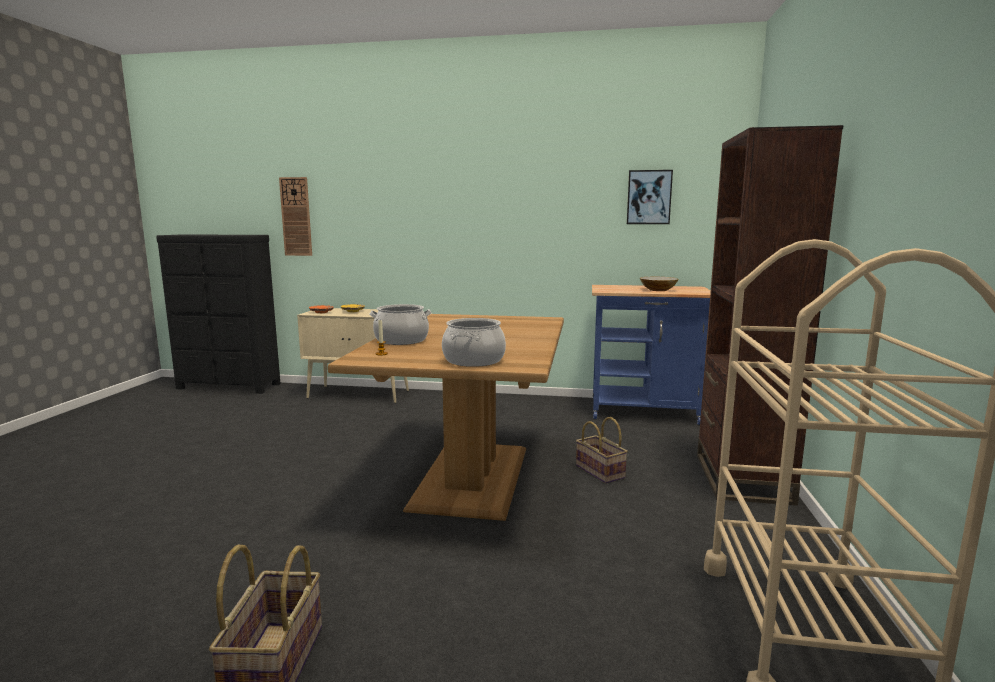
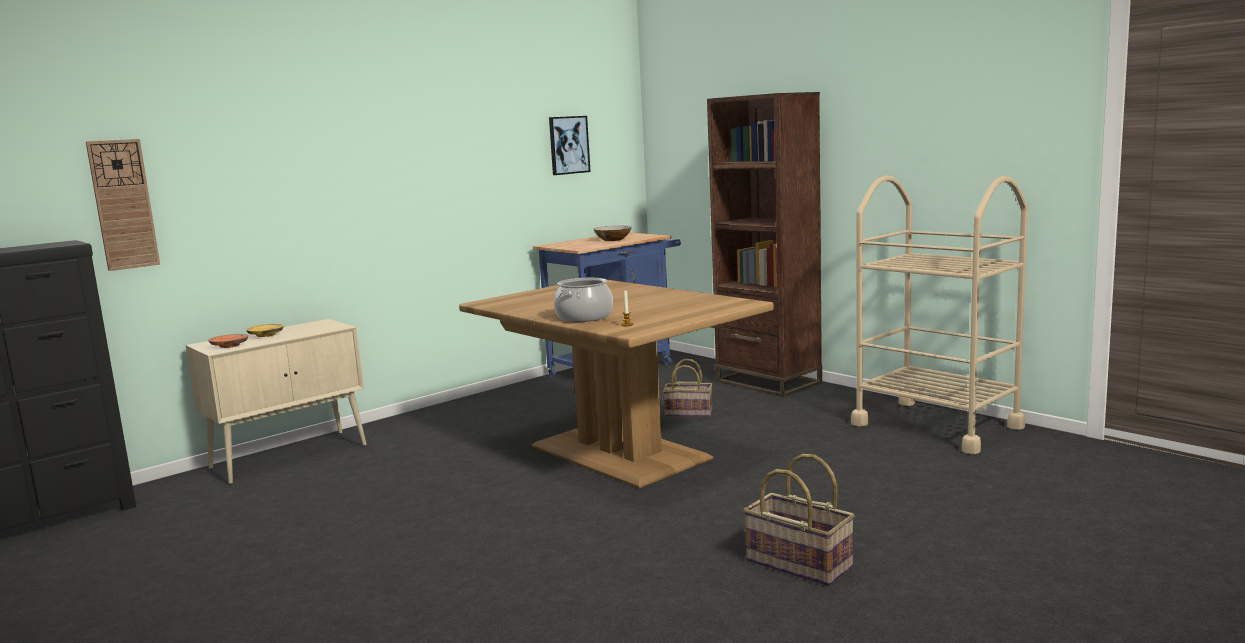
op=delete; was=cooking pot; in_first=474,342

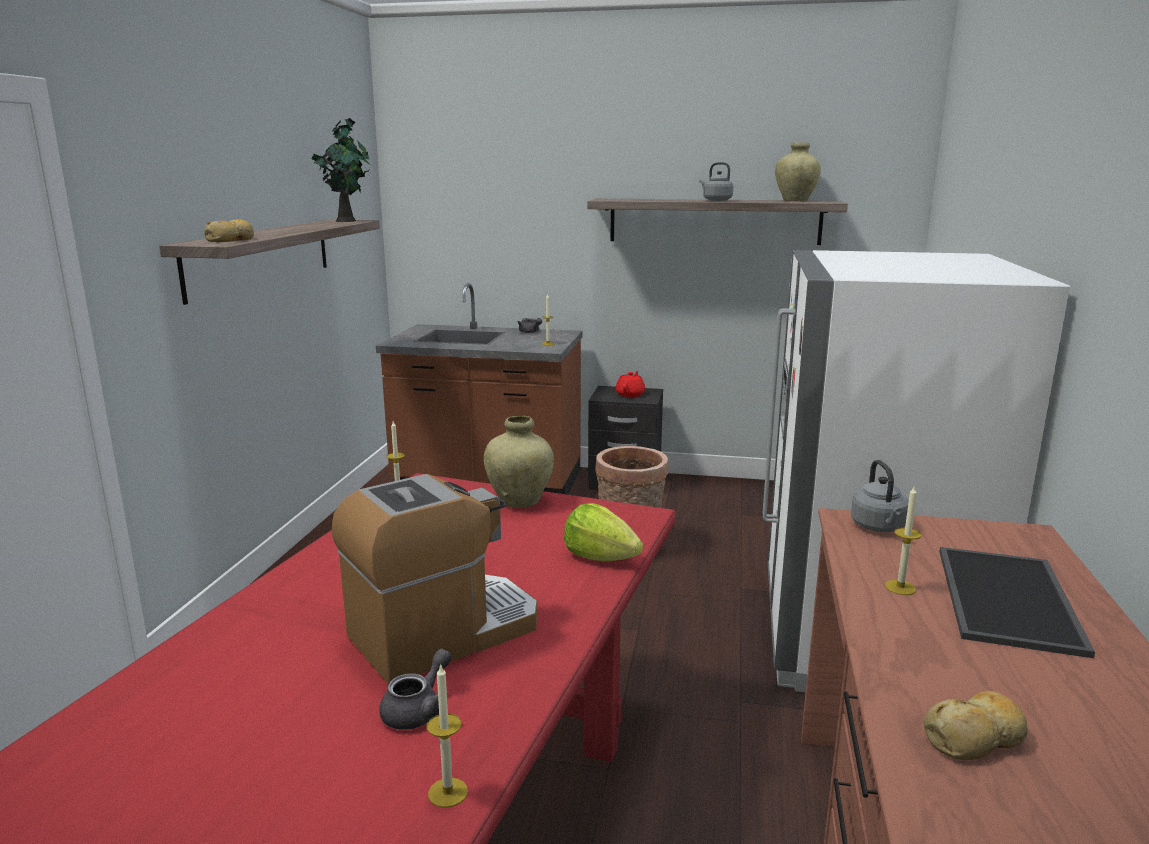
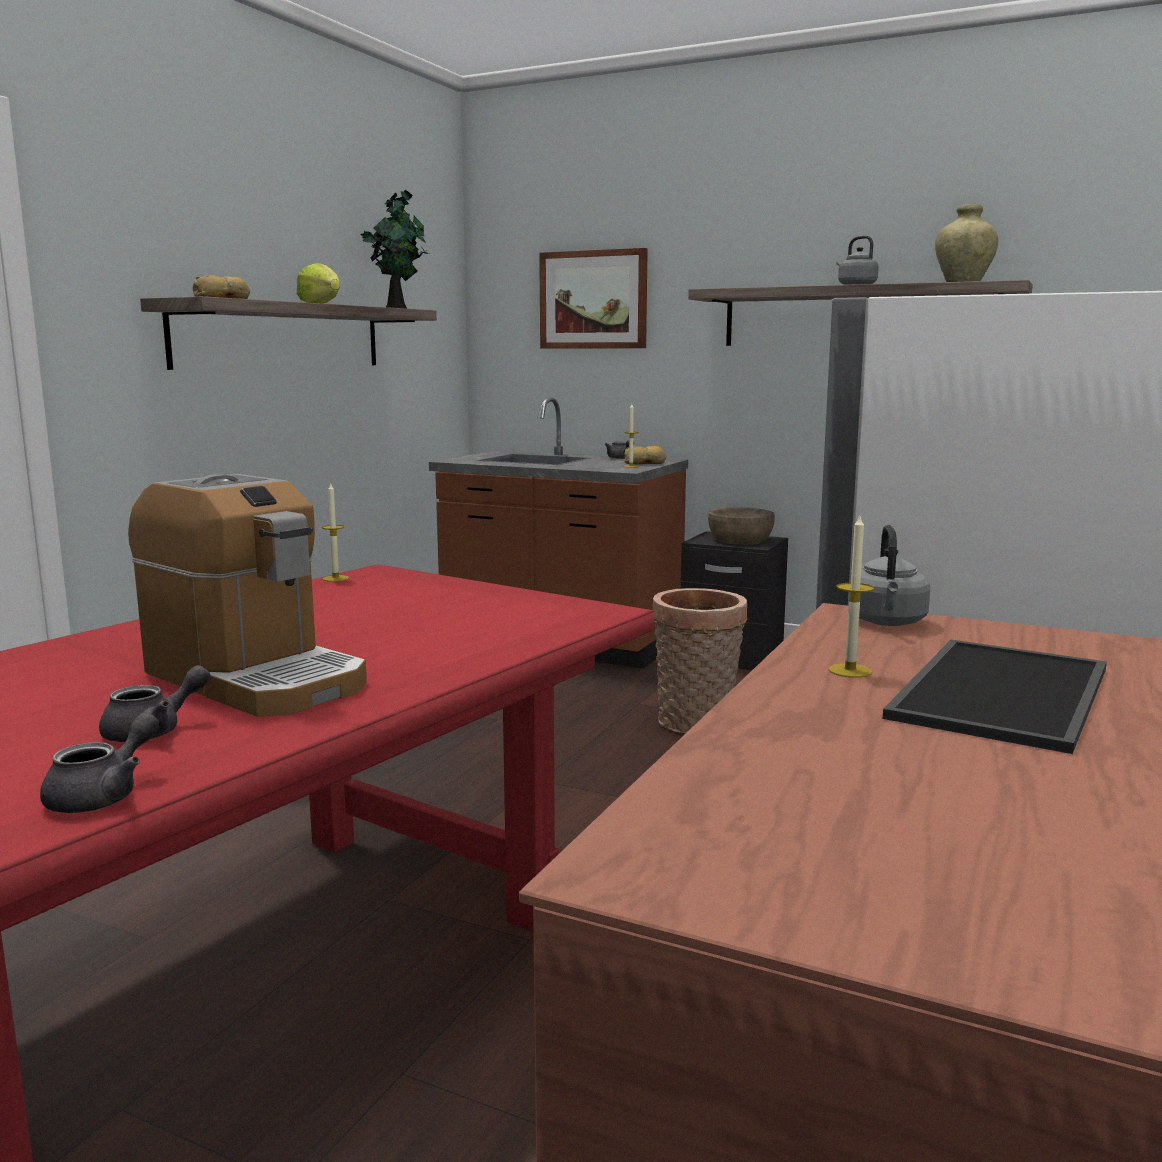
op=replace; was=candle; now=grey teapot; in_first=447,736; in_second=99,763
op=rotate; was=coffee machine; in_first=434,579; in_second=247,595; clockwise=60
op=move; was=lettuce; in_first=603,532; in_second=318,283
op=insert; now=picture; in_second=593,298
op=move; was=bread; in_first=975,725; in_second=645,455
op=replace; was=red teapot; now=brown bowl; in_first=630,384; in_second=741,526
op=delete; was=beige vase; in_first=519,462

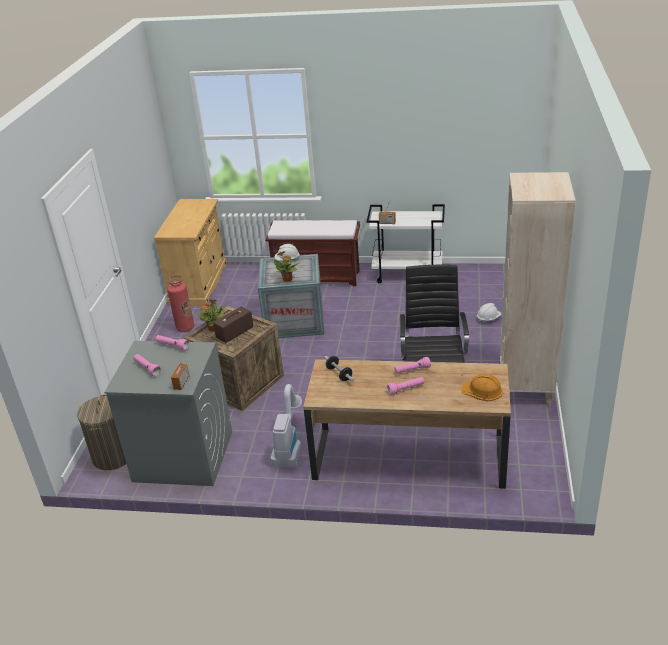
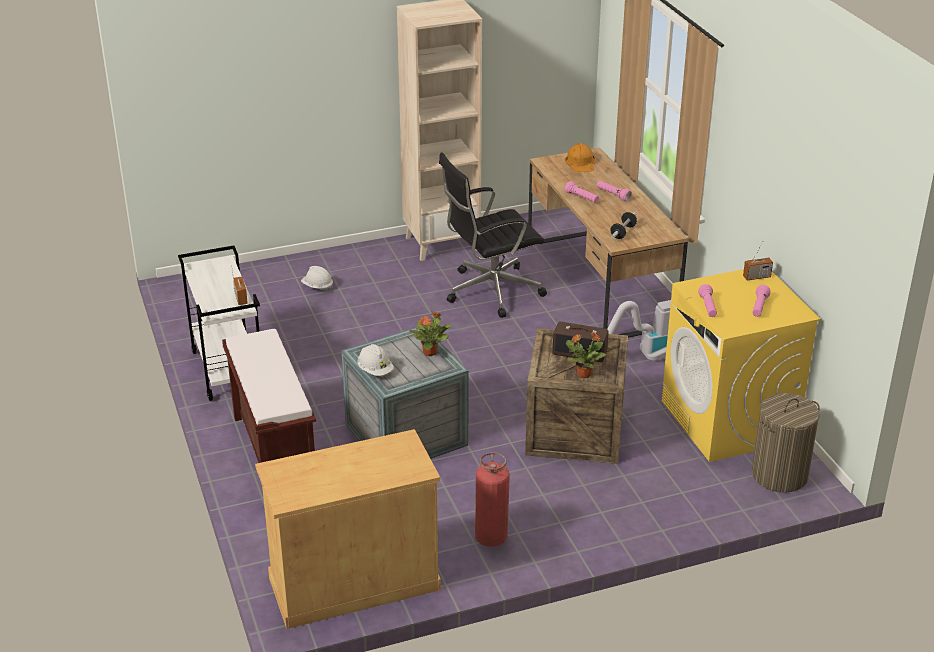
op=recolor; was=grey washing machine; now=yellow washing machine; in_first=168,413; in_second=741,365

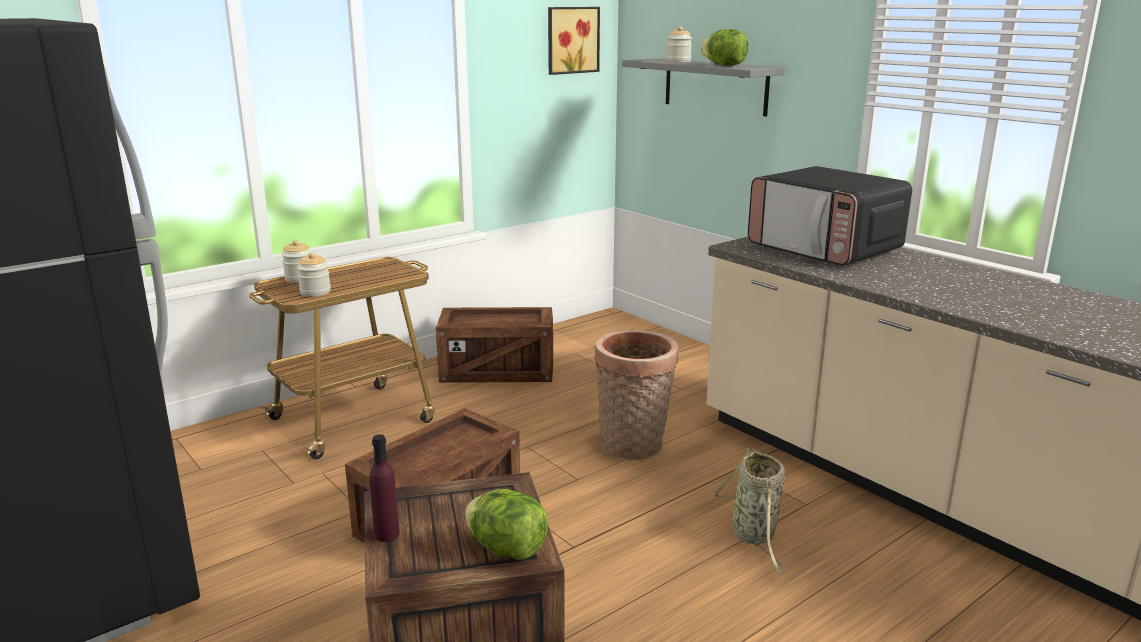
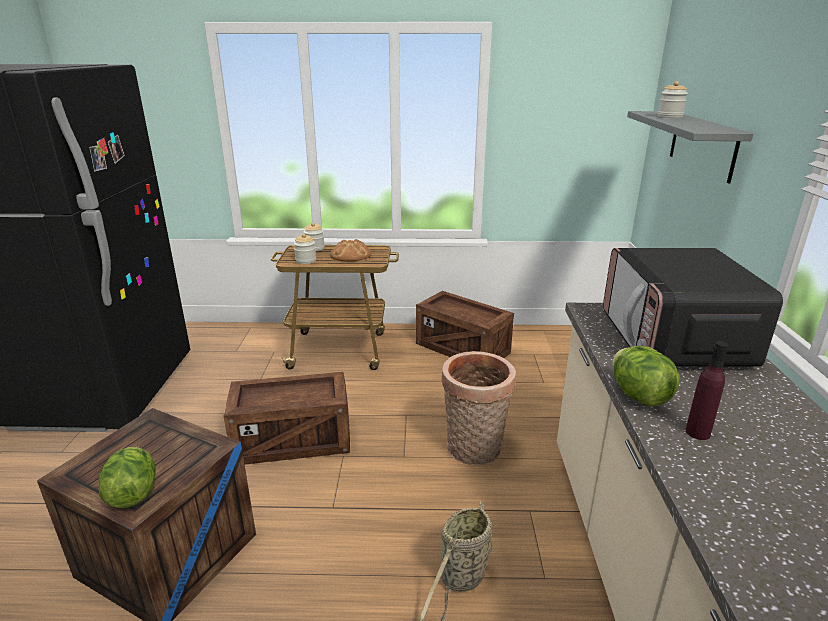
op=insert; now=bread; in_second=350,250
op=move; was=lettuce; in_first=724,47; in_second=646,376
op=move; was=purple bottle; in_first=385,488; in_second=707,390
op=delete; was=picture; in_first=574,41

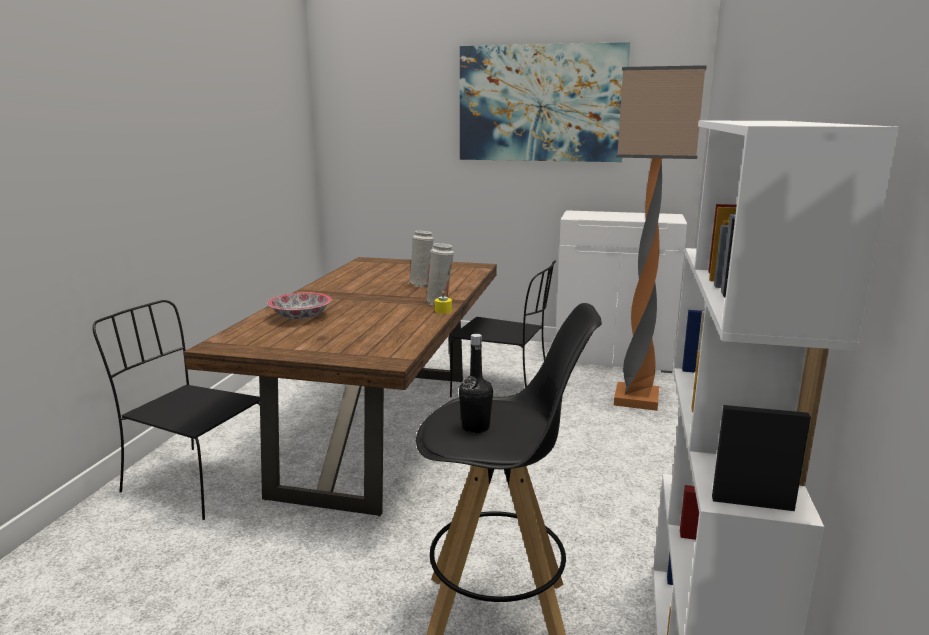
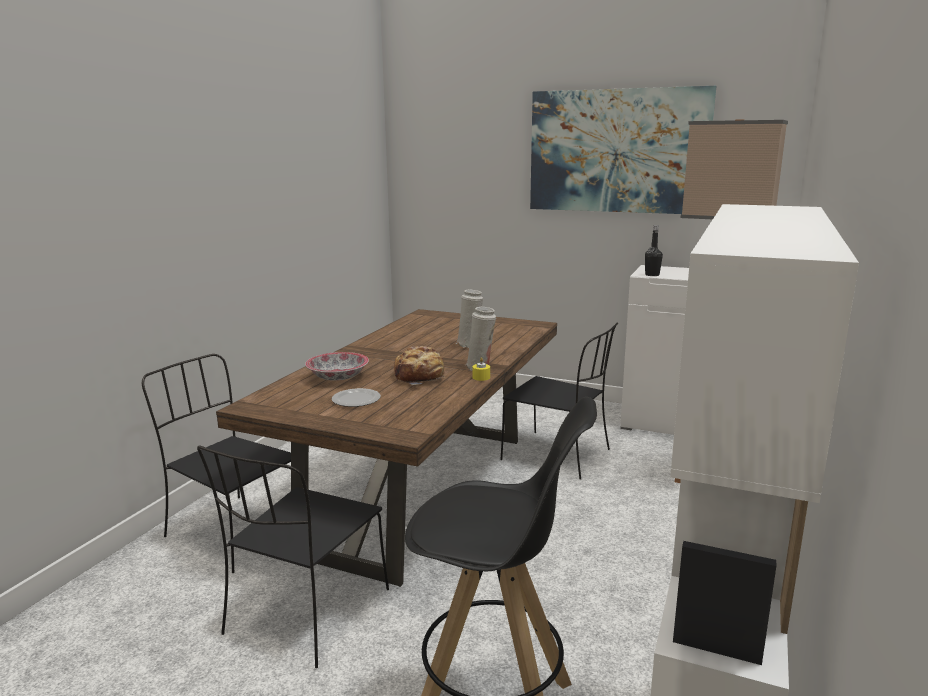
op=insert; now=black chair; in_second=293,557
op=insert; now=plate; in_second=356,397
op=insert; now=bread; in_second=420,365
op=move; was=black bottle; in_first=476,383; in_second=654,250

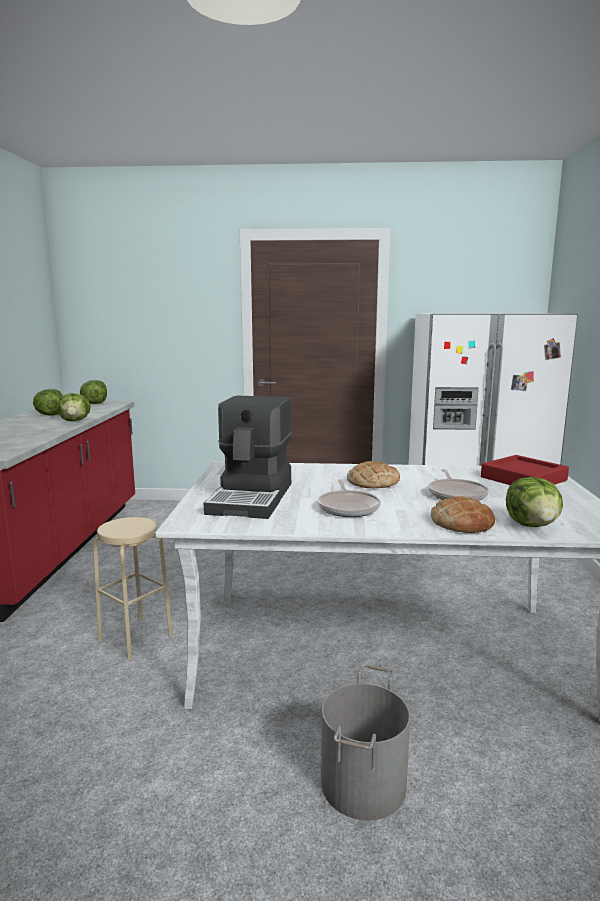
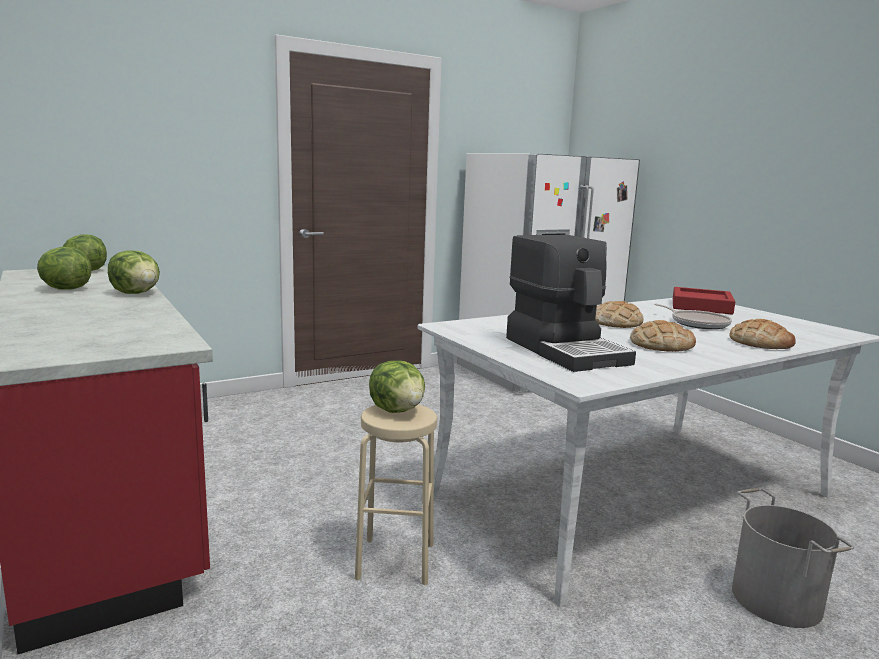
op=move; was=lettuce; in_first=534,502; in_second=397,387
op=replace; was=frying pan; now=bread; in_first=349,498; in_second=663,336

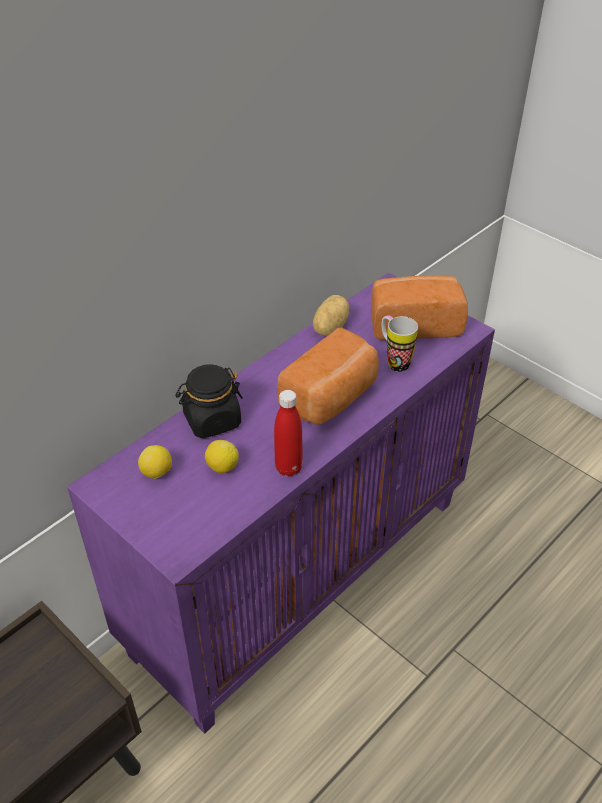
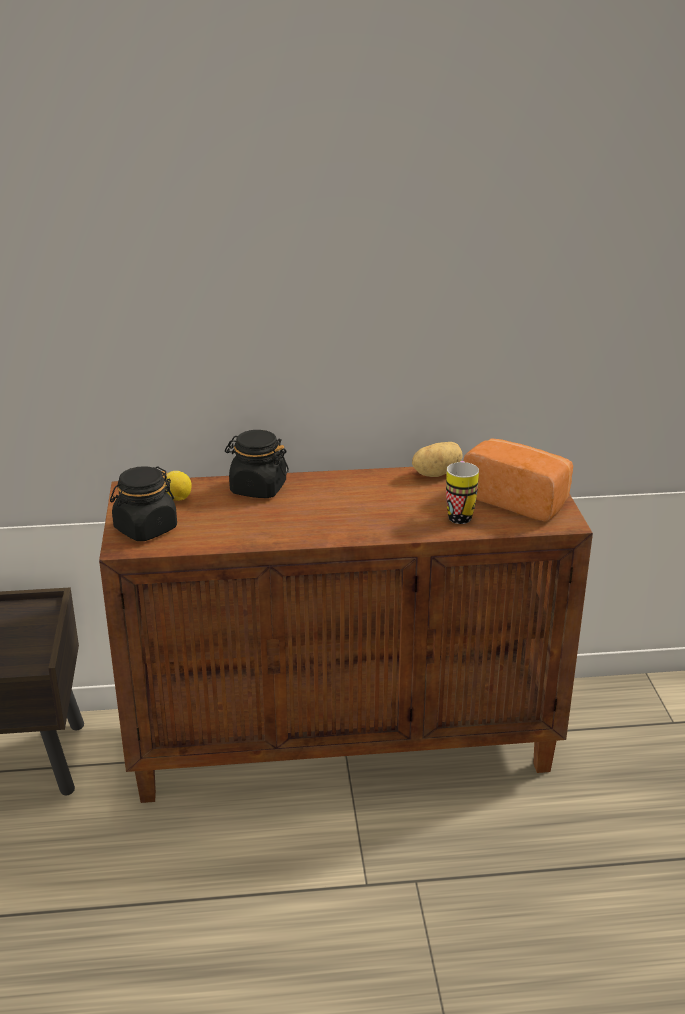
op=recolor; was=purple cabinet; now=brown cabinet; in_first=281,503; in_second=346,635
op=insert; now=black jar; in_second=143,503
op=delete; was=lemon; in_first=222,456
op=delete; was=red bottle; in_first=288,433
op=delete; was=bread; in_first=328,376

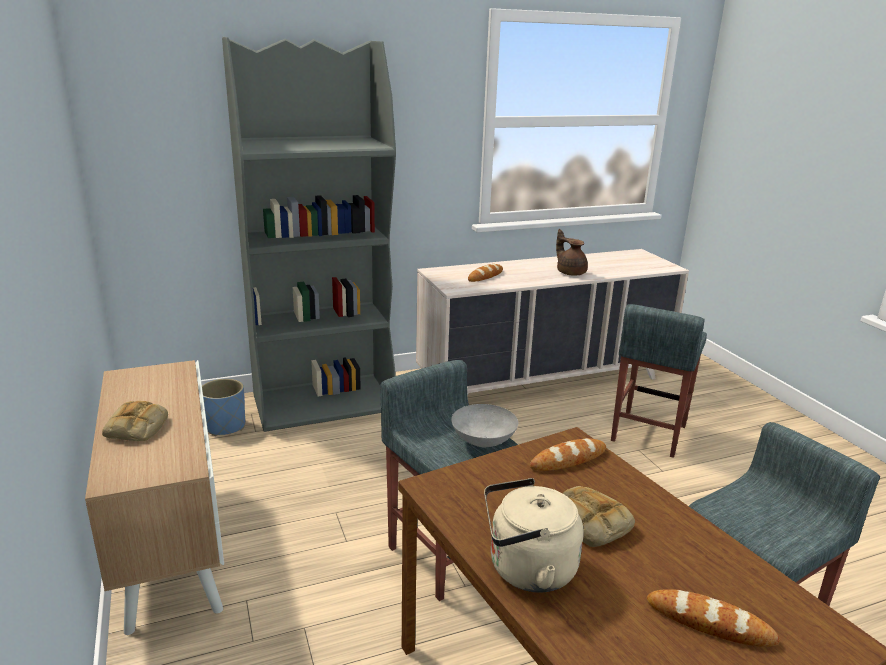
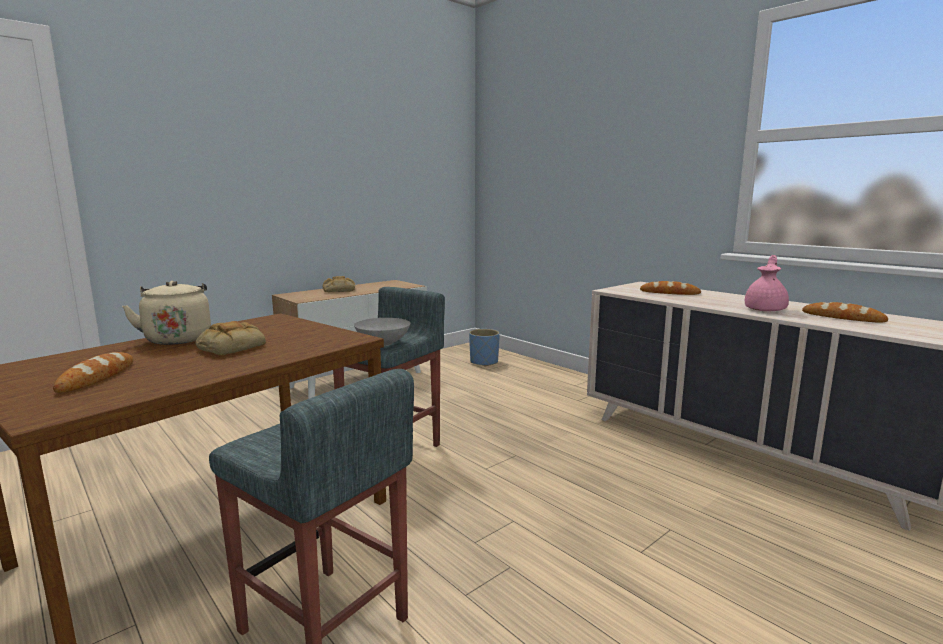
op=recolor; was=brown teapot; now=pink teapot; in_first=572,252; in_second=767,283
op=move; was=bread; in_first=568,454; in_second=845,312
op=delete; was=grey bookcase; in_first=309,234
op=delete; was=grey stool; in_first=659,381

